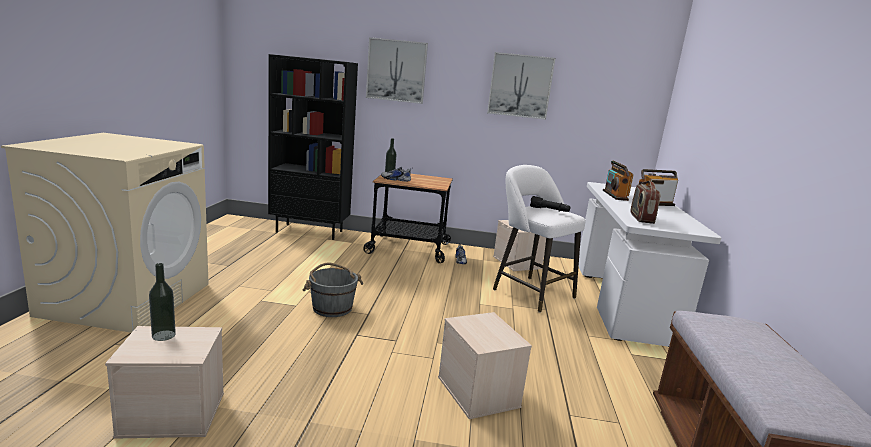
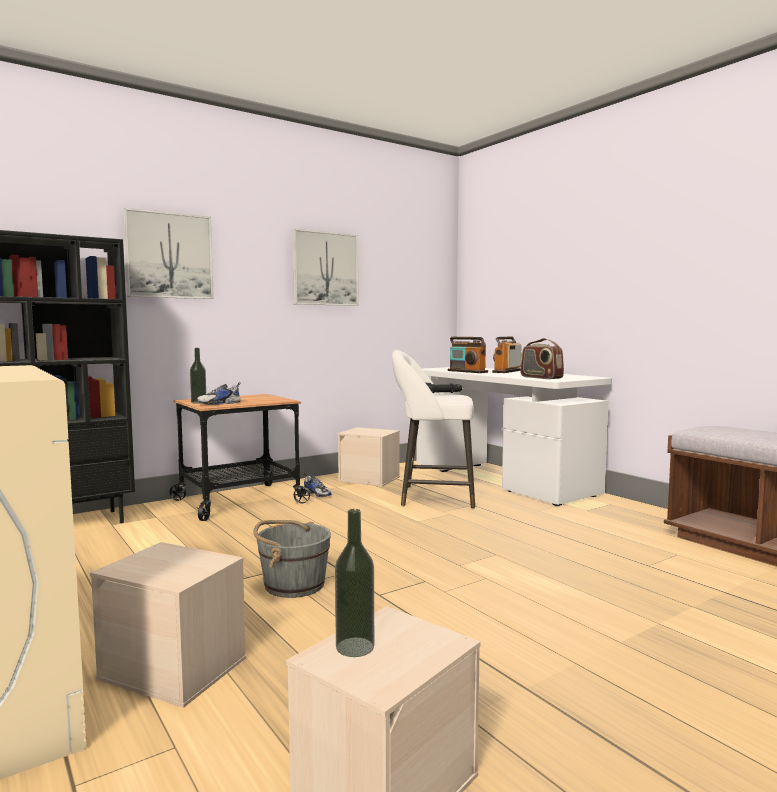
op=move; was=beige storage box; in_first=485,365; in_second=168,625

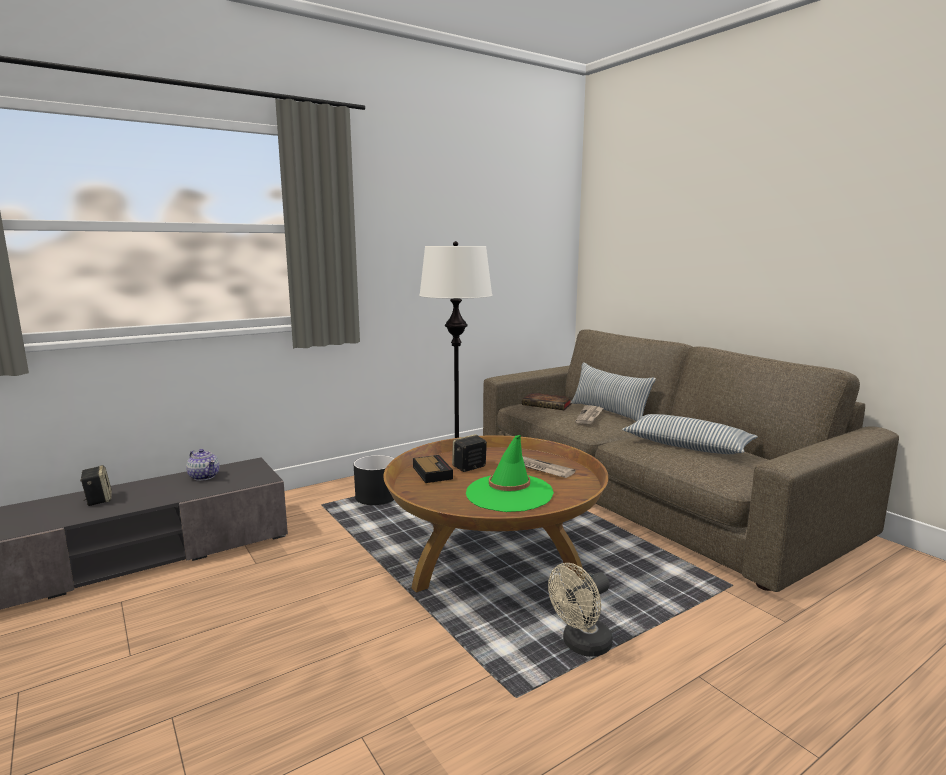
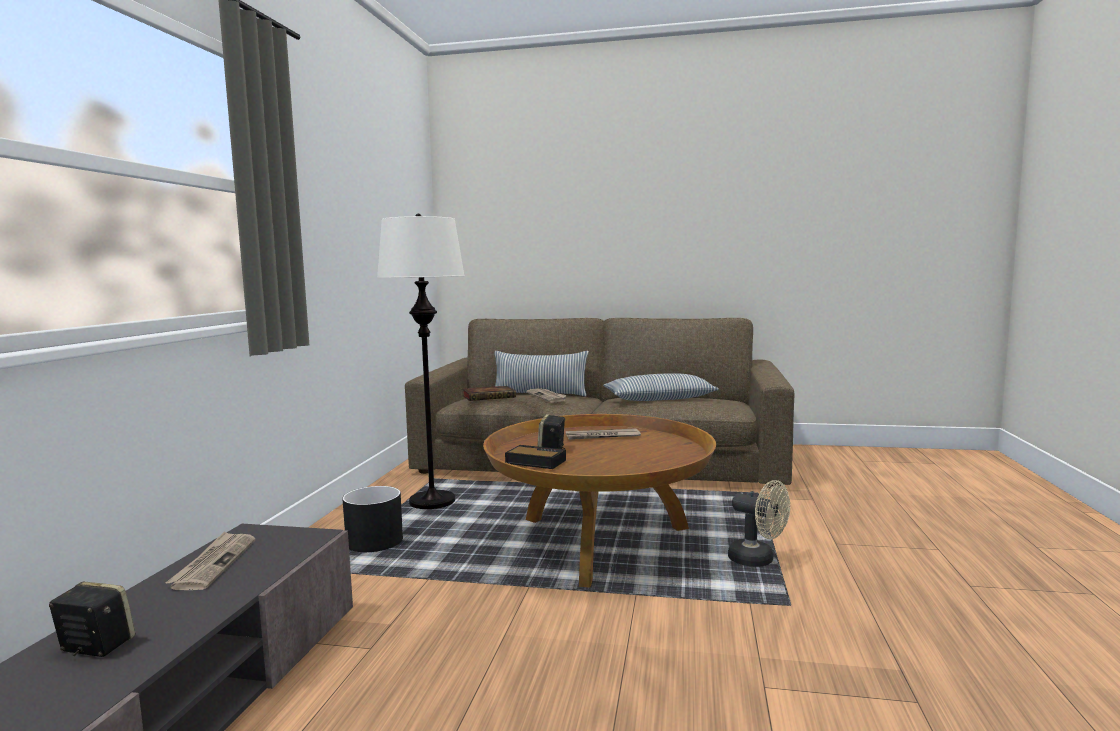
op=replace; was=teapot; now=newspaper; in_first=203,465; in_second=210,561
op=rotate; was=beige fan; in_first=580,610; in_second=759,523; clockwise=-60
op=delete; was=green hat; in_first=510,473

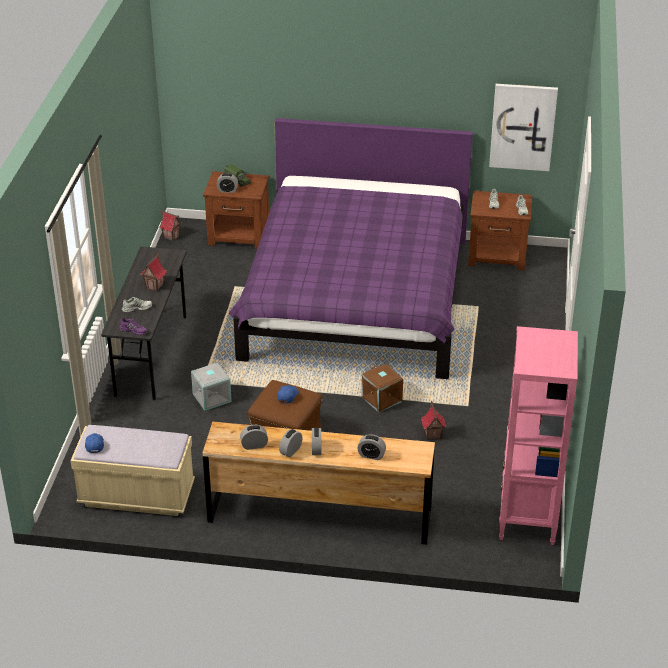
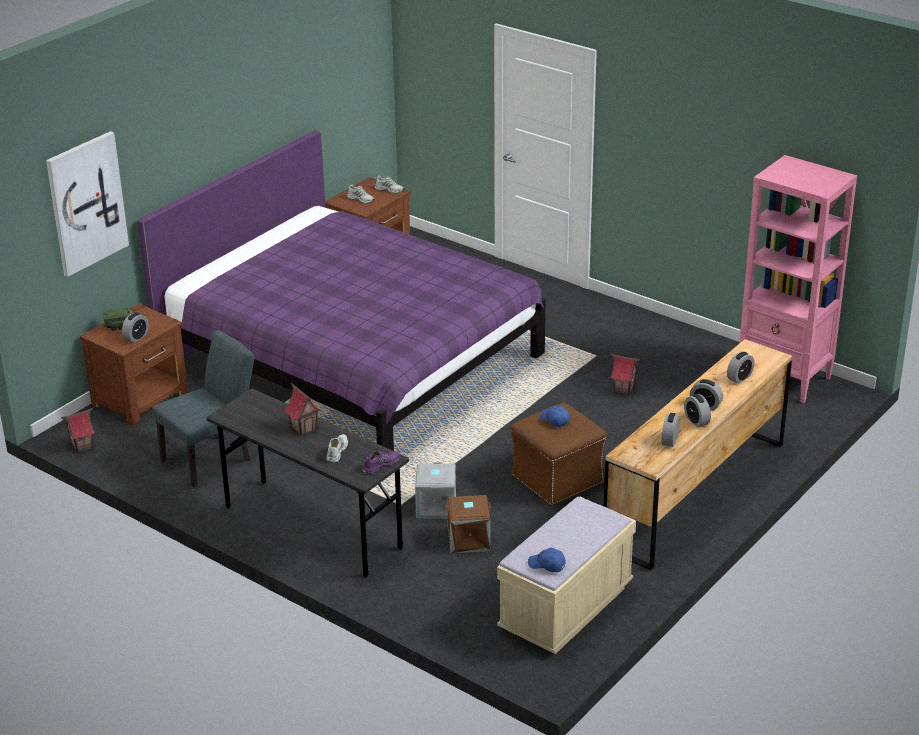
op=move; was=picture; in_first=523,127; in_second=87,204
op=insert; now=grey chair; in_second=203,408
op=move; was=brown storage box; in_first=382,388; in_second=468,524

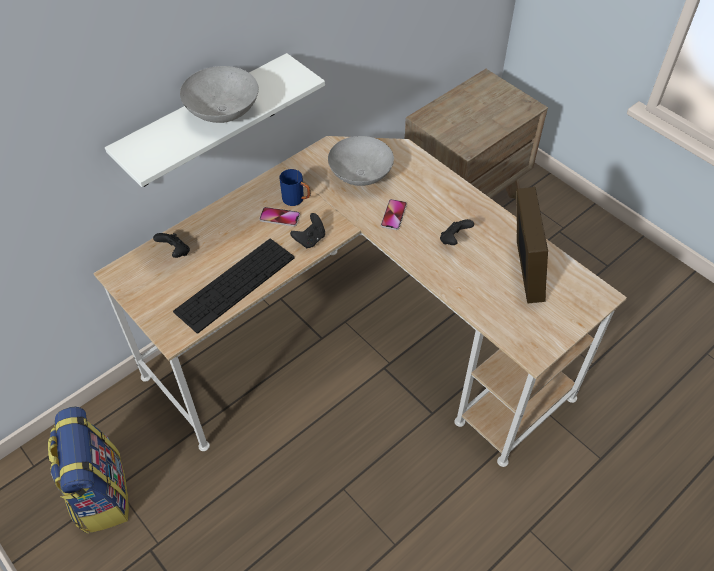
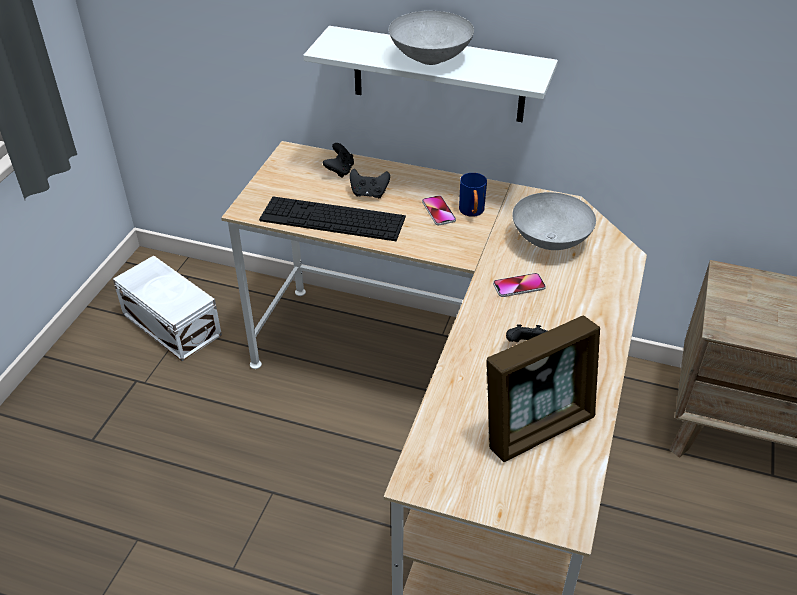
op=replace; was=backpack; now=white storage box; in_first=88,470; in_second=167,308
op=move; was=black game controller; in_first=307,231; in_second=370,183

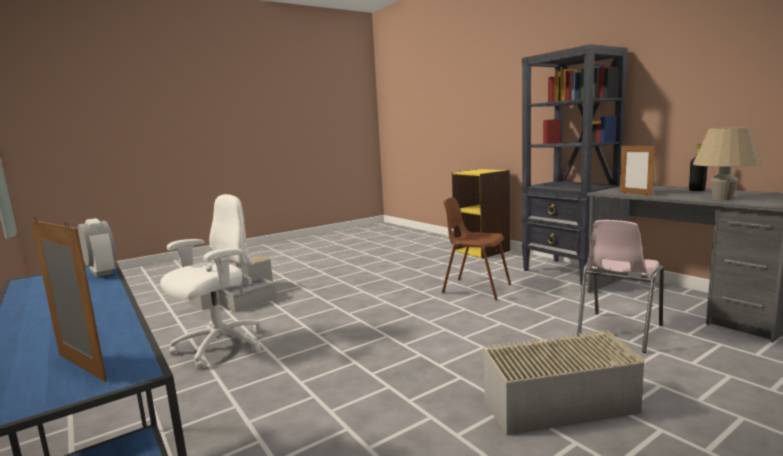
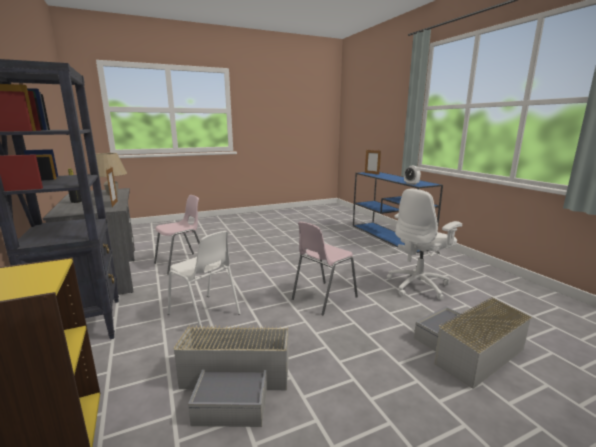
op=recolor; was=brown chair; now=white chair; in_first=476,249; in_second=204,279
op=move; was=grey storage box; in_first=564,382; in_second=231,376
op=insert; now=pink chair; in_second=325,268

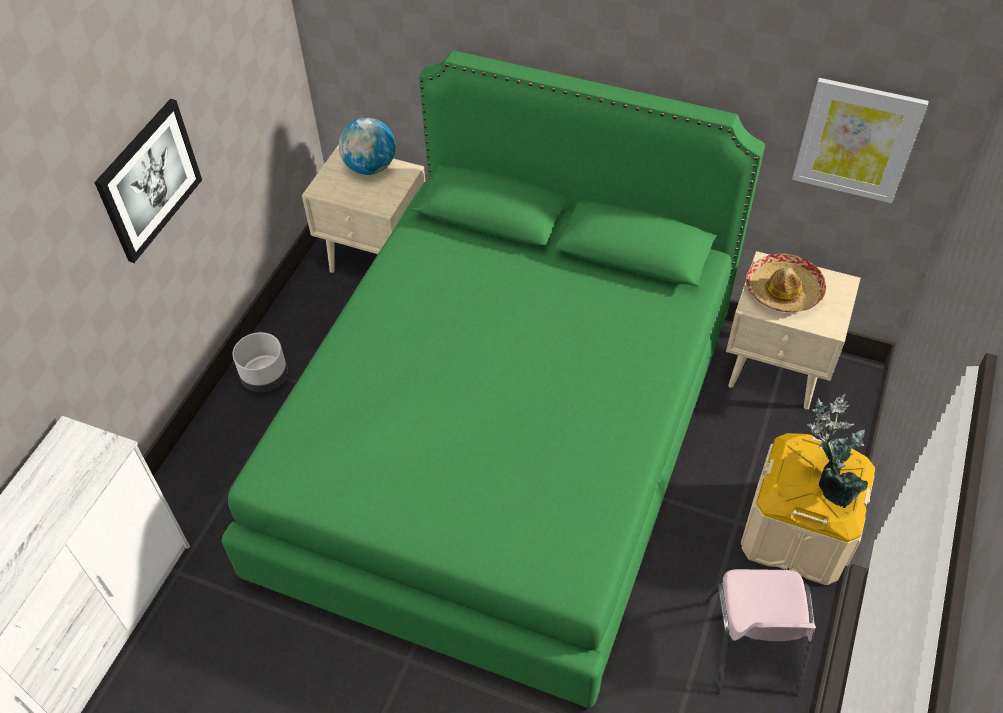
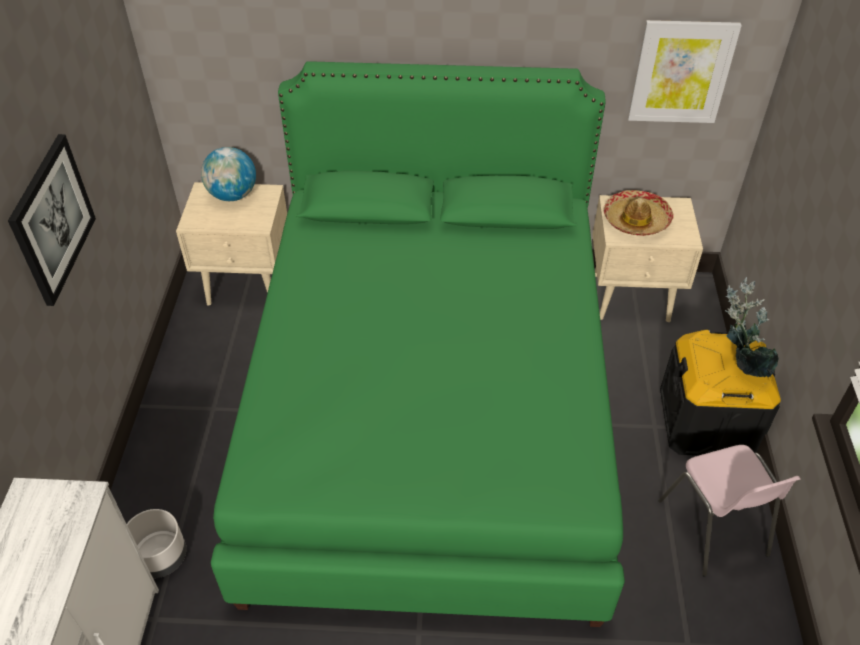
op=move; was=grey planter; in_first=260,362; in_second=156,543
op=recolor; was=beige storage box; now=black storage box; in_first=808,509; in_second=720,393

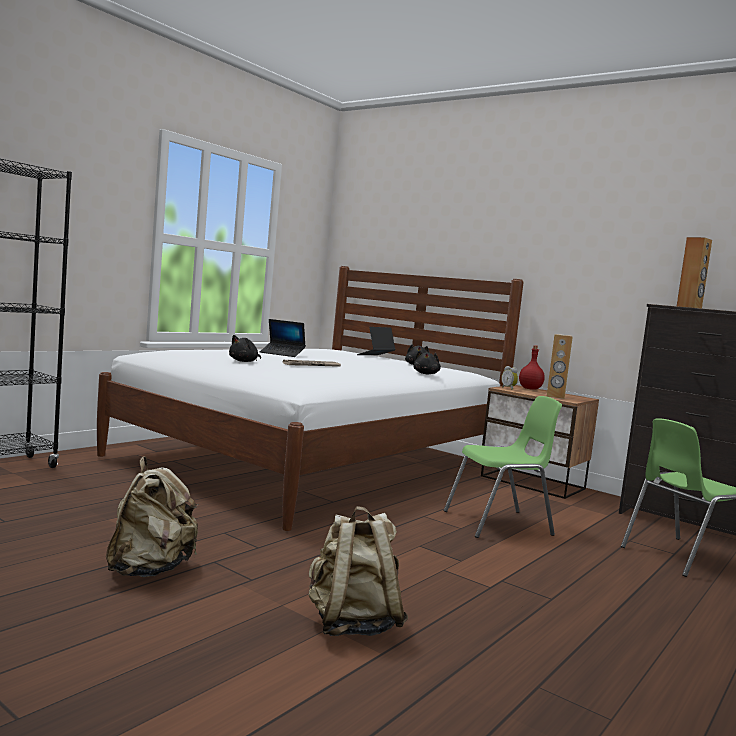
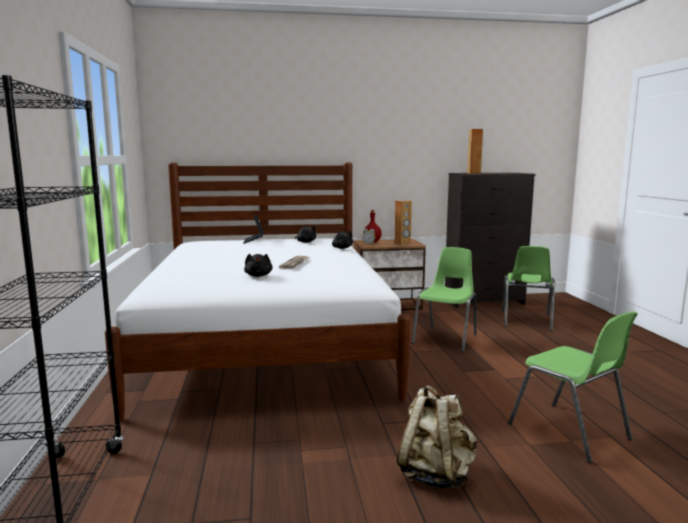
op=replace; was=beige backpack; now=green chair; in_first=358,571; in_second=573,387
op=delete; was=laptop; in_first=283,338

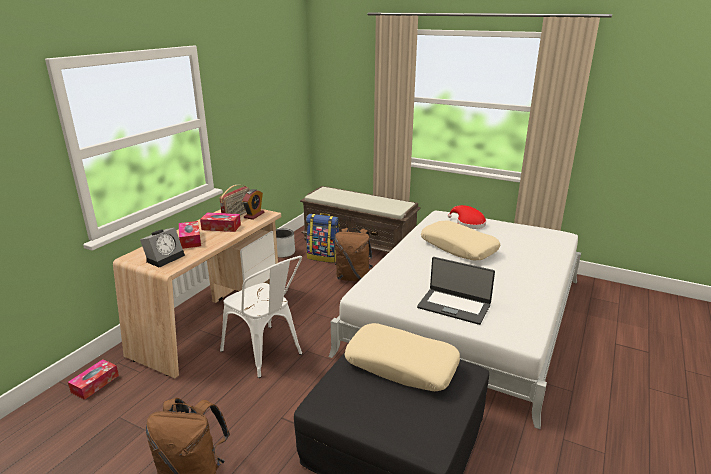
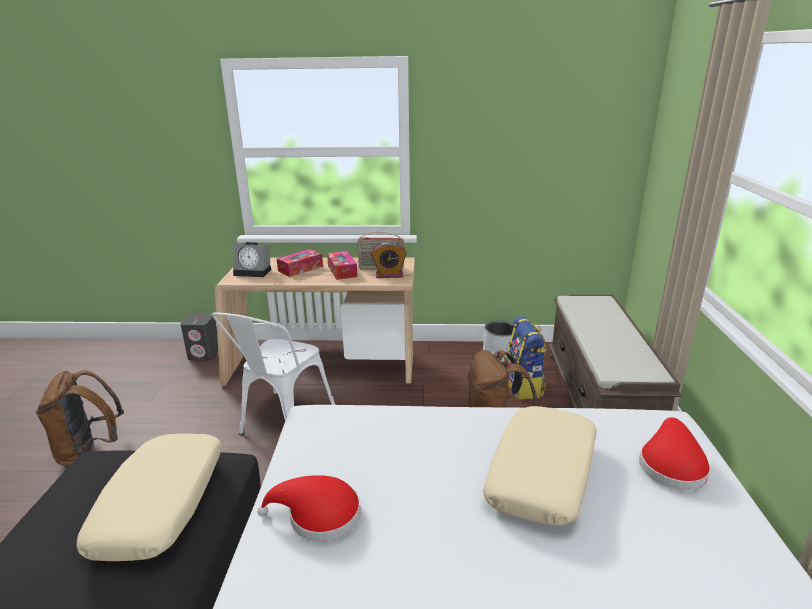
op=replace; was=tissue box; now=grey speaker; in_first=93,379; in_second=199,336
op=replace; was=laptop; now=red hat; in_first=456,291; in_second=308,508

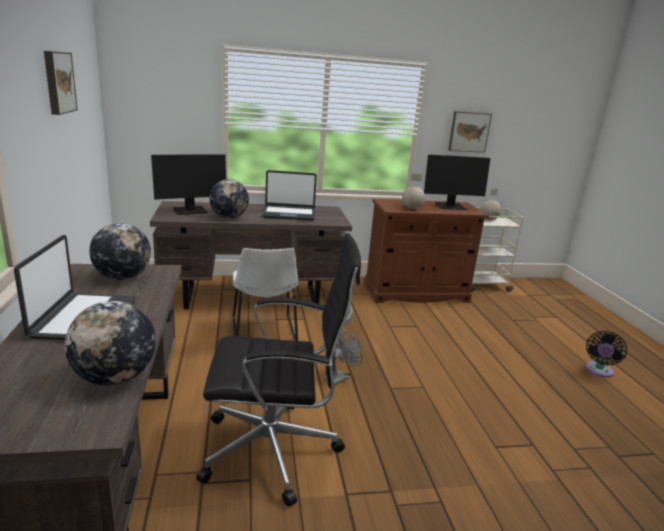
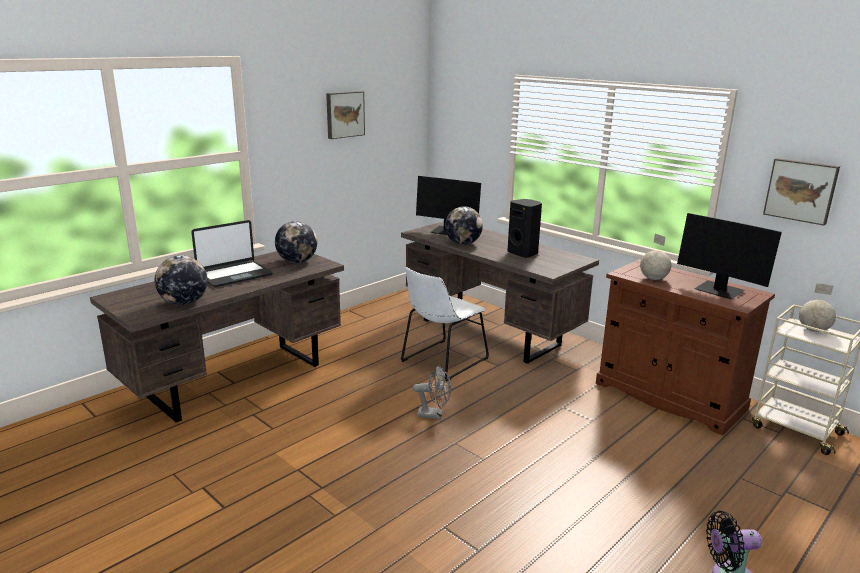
op=replace; was=laptop; now=black speaker; in_first=289,195; in_second=524,228
op=delete; was=black office chair; in_first=278,370

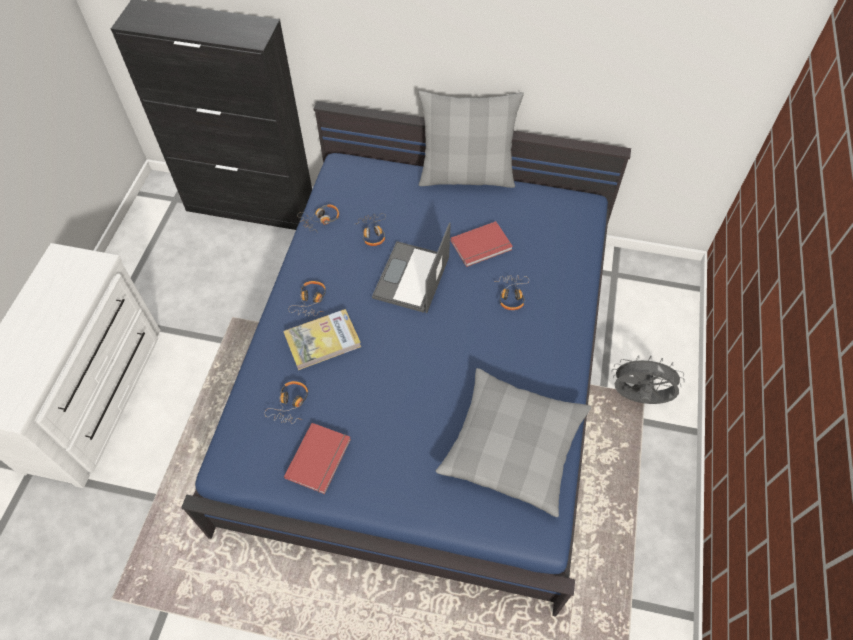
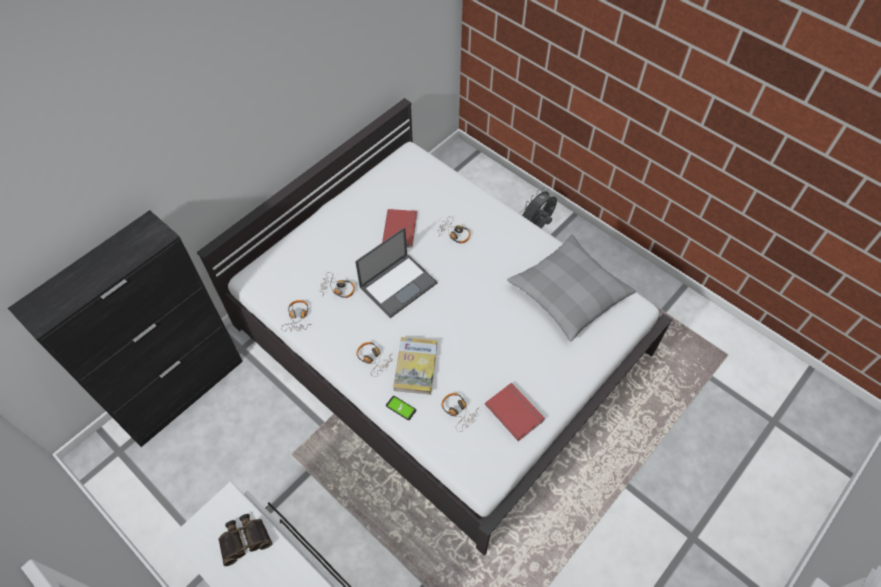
op=recolor; was=blue bed; now=white bed; in_first=406,359; in_second=434,327
op=insert; now=binoculars; in_second=245,540
op=rotate; was=laptop; in_first=411,267; in_second=396,272; clockwise=-90
op=insert; now=phone; in_second=401,408
op=delete; was=grey pillow; in_first=471,139

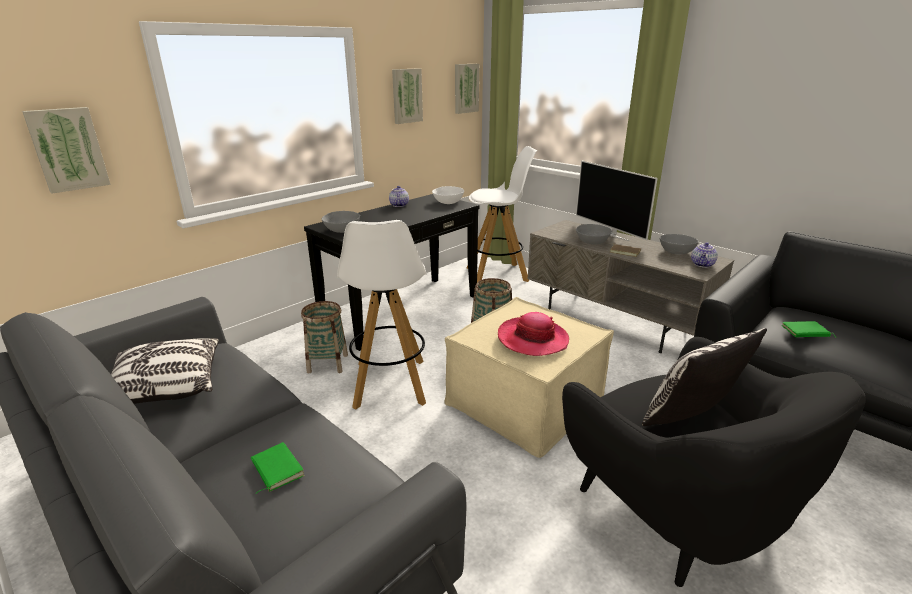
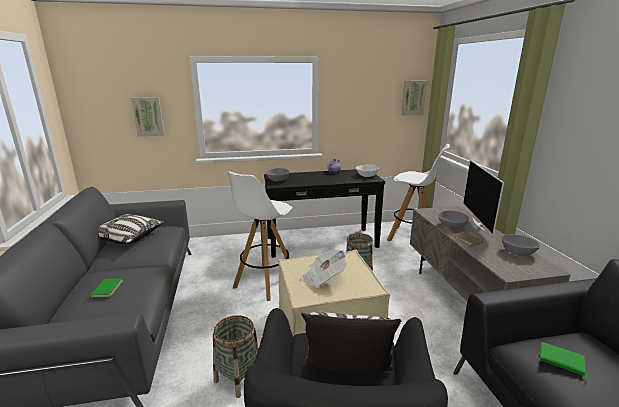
op=move; was=basket; in_first=324,337; in_second=236,356
op=replace; was=hat; now=newspaper; in_first=533,334; in_second=323,268
op=delete; was=picture; in_first=407,96
op=delete; was=teapot; in_first=704,255

